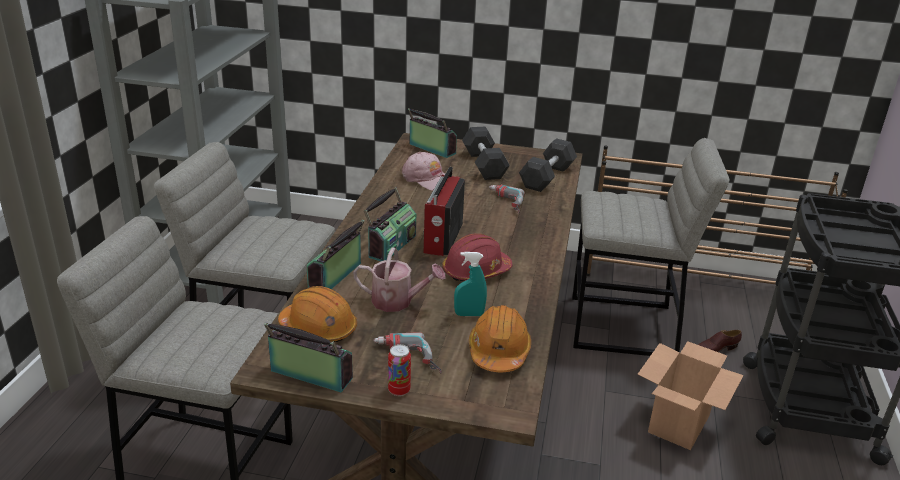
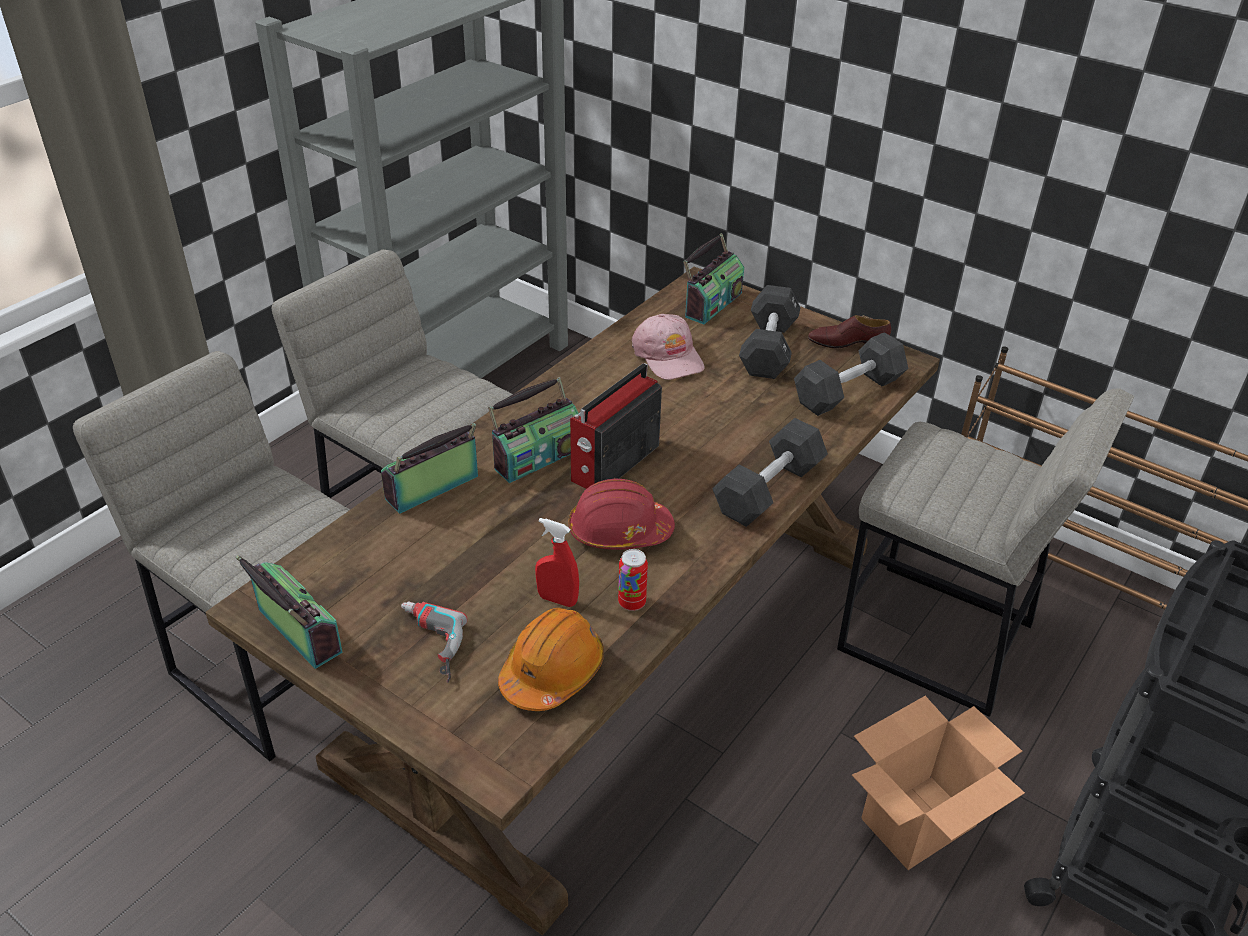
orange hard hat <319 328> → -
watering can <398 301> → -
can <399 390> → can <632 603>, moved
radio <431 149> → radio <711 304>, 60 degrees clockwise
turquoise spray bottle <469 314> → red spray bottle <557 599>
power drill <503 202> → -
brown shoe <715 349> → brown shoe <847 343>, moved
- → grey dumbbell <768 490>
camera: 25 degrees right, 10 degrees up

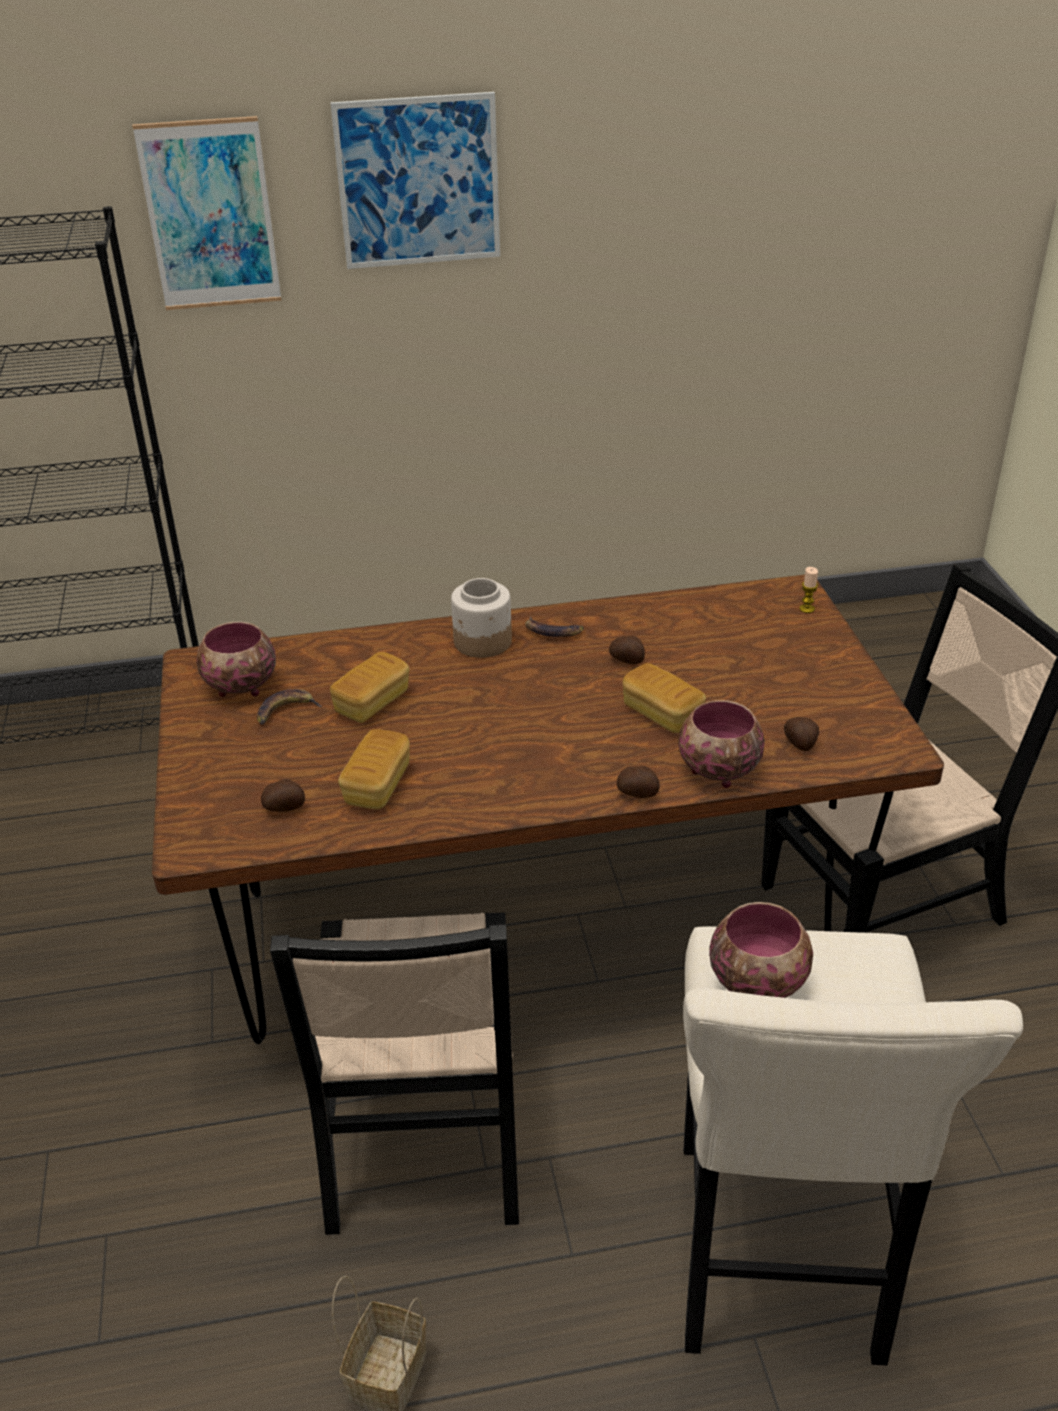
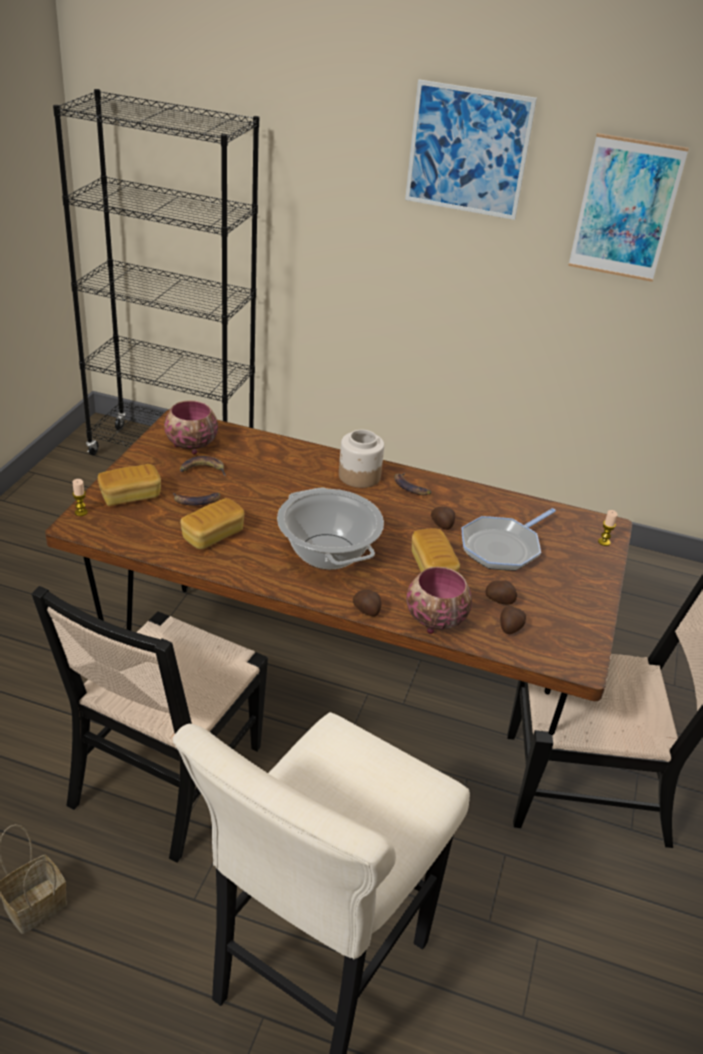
picture <210 215> → picture <625 209>, moved
potato <285 808> → potato <500 600>, moved
bread <372 702> → bread <130 496>, moved
bowl <758 981> → -
- → candle <81 512>
- → banana <196 501>
- → cooking pot <328 552>
- → frying pan <502 547>
camera: 25 degrees right, 0 degrees up

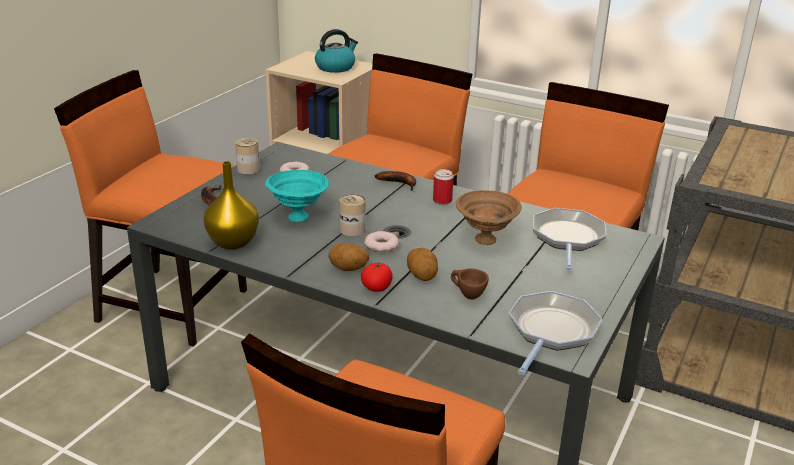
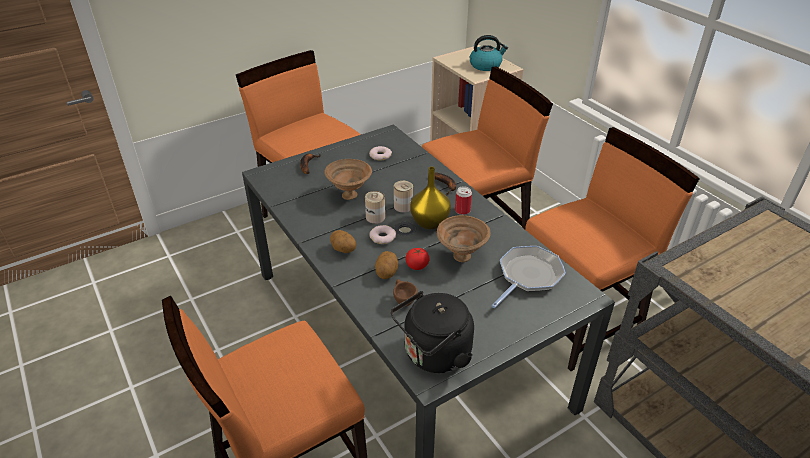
yellow vase <232 242> → yellow vase <429 222>, moved
can <248 169> → can <403 206>, moved
turquoise bowl <297 217> → brown bowl <349 194>
tomato <376 288> → tomato <417 266>, moved
frying pan <551 331> → black kettle <434 355>
camera: 30 degrees right, 10 degrees up

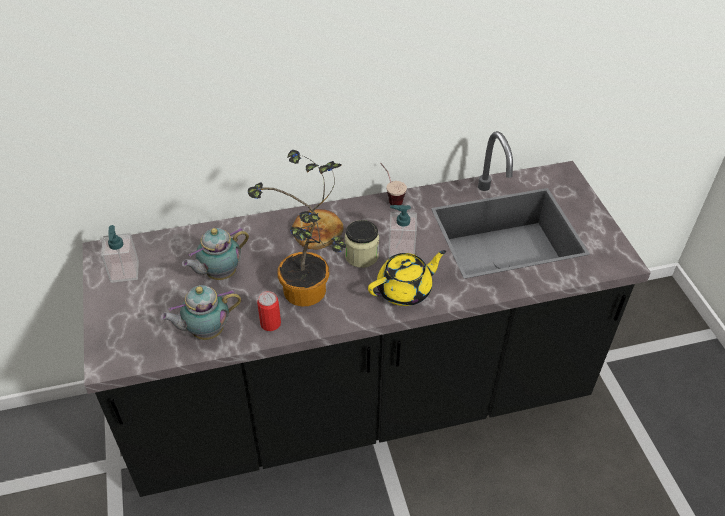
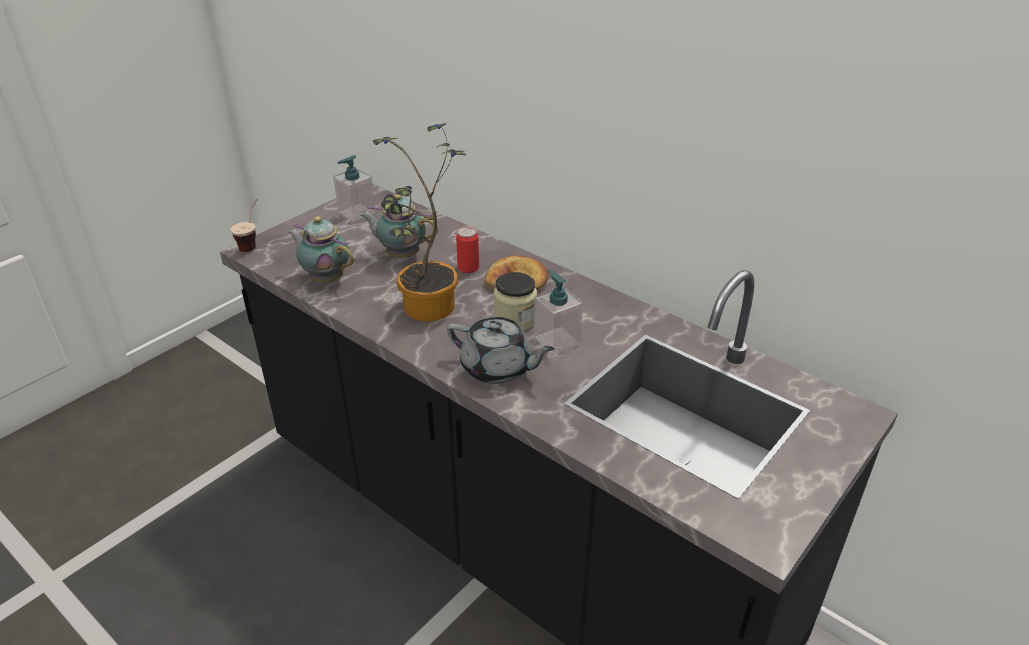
can <270 323> → can <468 267>, moved
yellow teapot <405 290> → grey teapot <498 368>
cup <390 198> → cup <253 243>, moved
camera: 55 degrees right, 10 degrees down

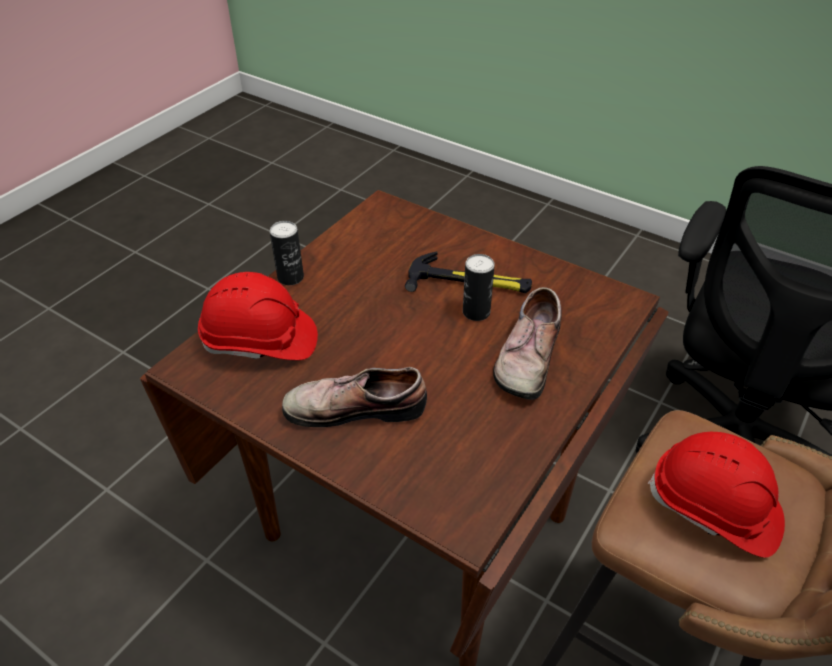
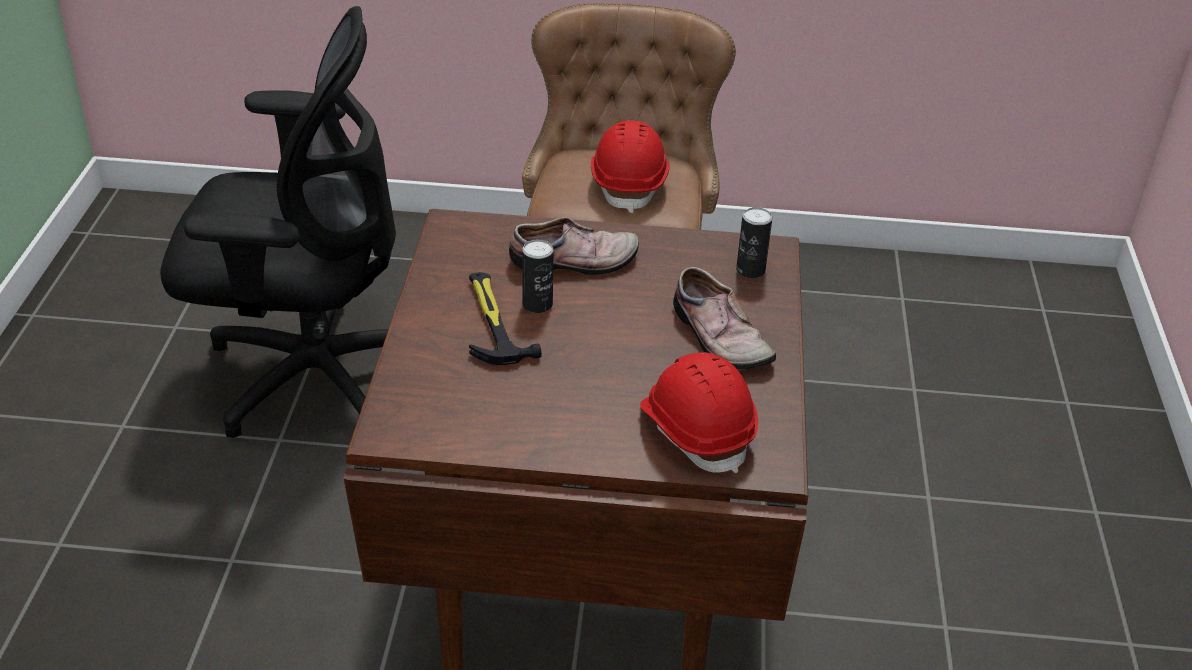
can <290 277> → can <750 270>, moved
camera: 120 degrees left, 5 degrees down

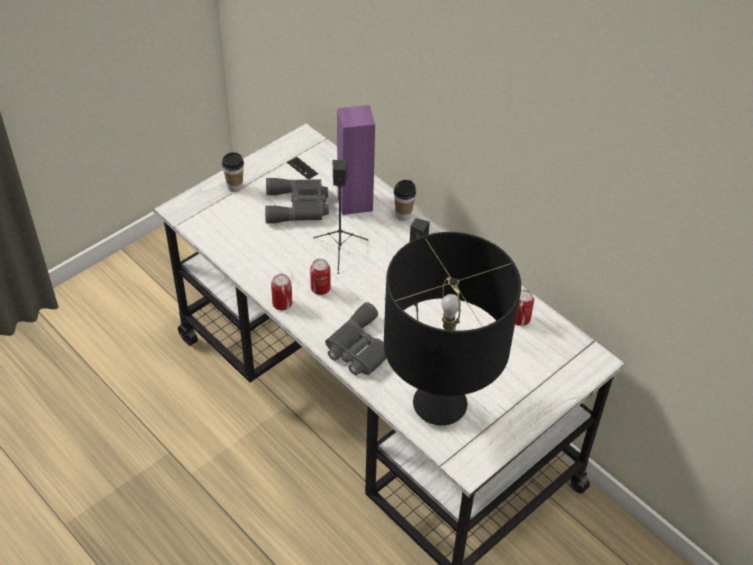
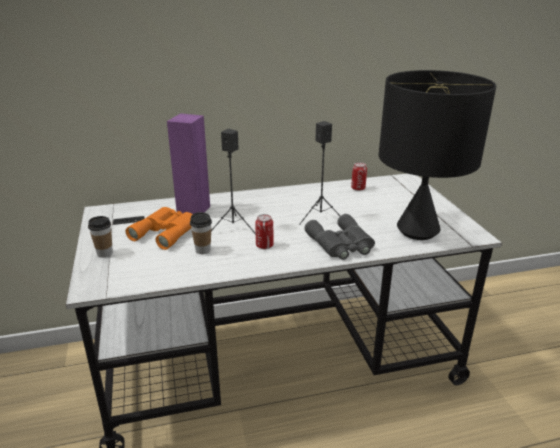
grey binoculars <299 206> → orange binoculars <167 231>
can <282 304> → -
cup <403 215> → cup <203 250>, moved
camera: 60 degrees left, 20 degrees down

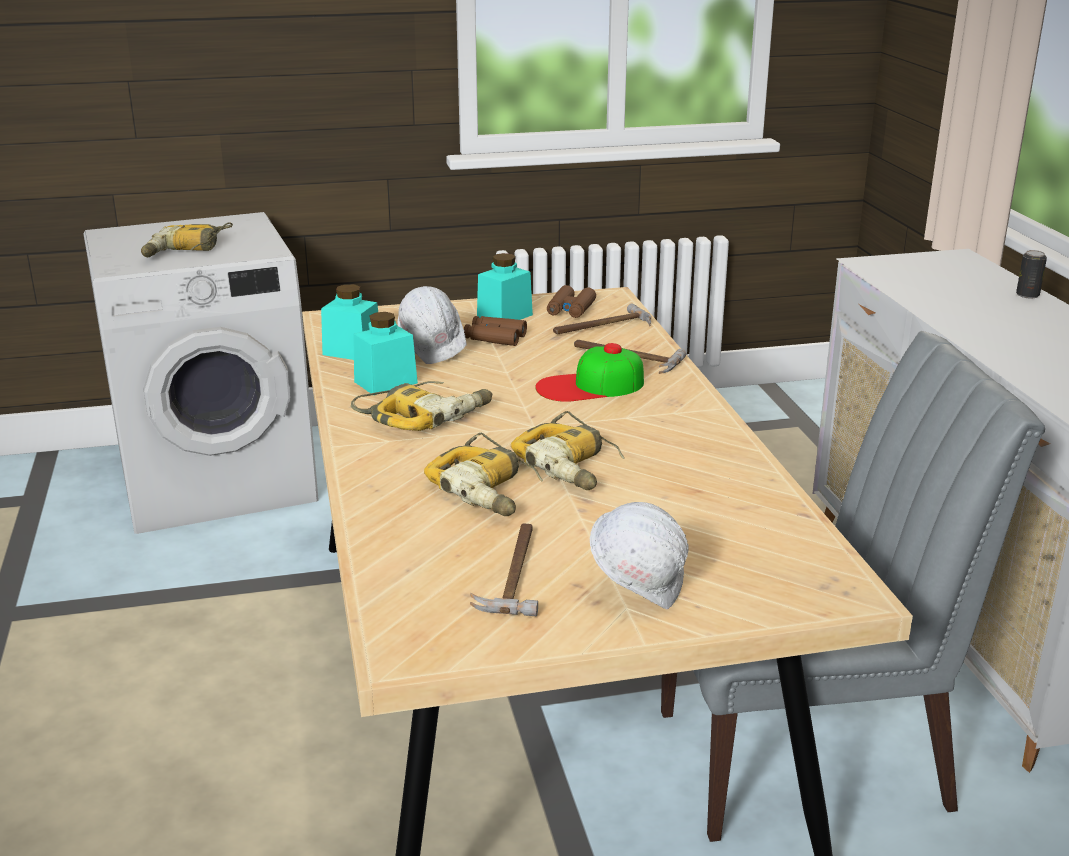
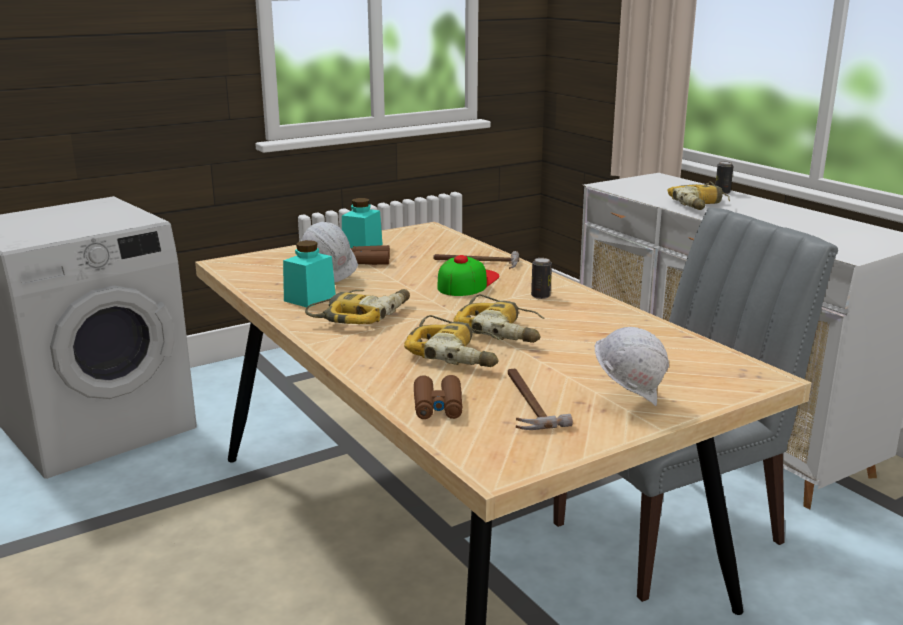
power drill <187 250> → power drill <701 204>, moved
turquoise jar <352 351> → -
cap <590 386> → cap <467 282>, 150 degrees clockwise
brown binoculars <570 309> → brown binoculars <438 406>, moved
hammer <602 327> → -
- → can <540 296>
camera: 20 degrees left, 5 degrees down

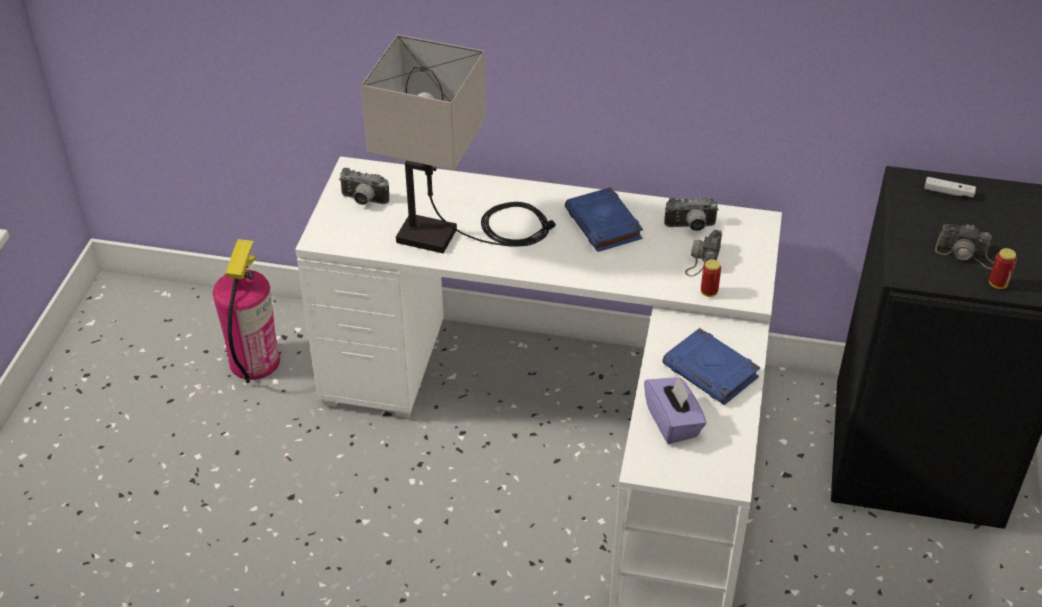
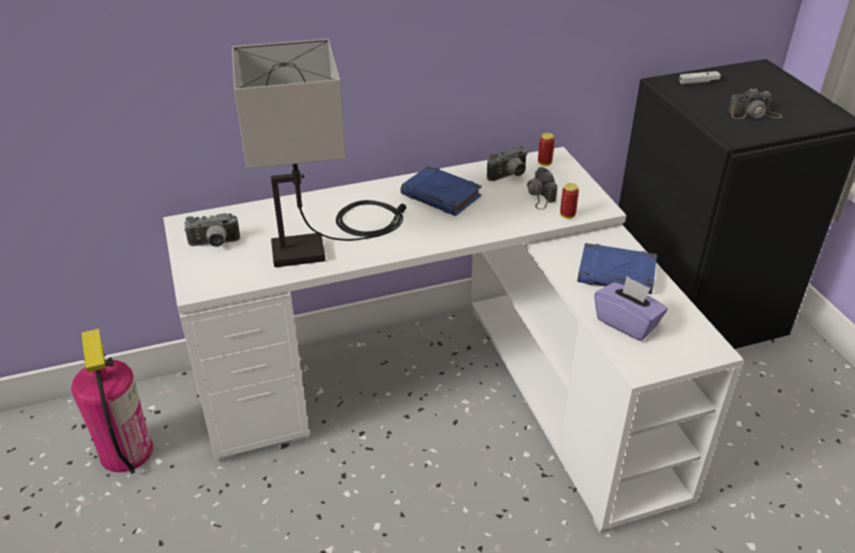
can <998 284> → can <544 163>, moved
camera: 30 degrees left, 5 degrees down

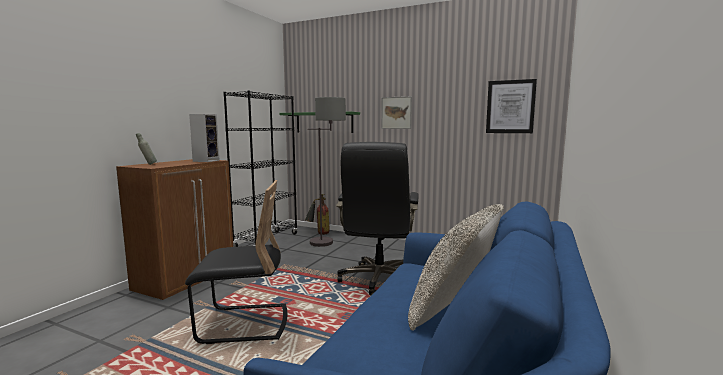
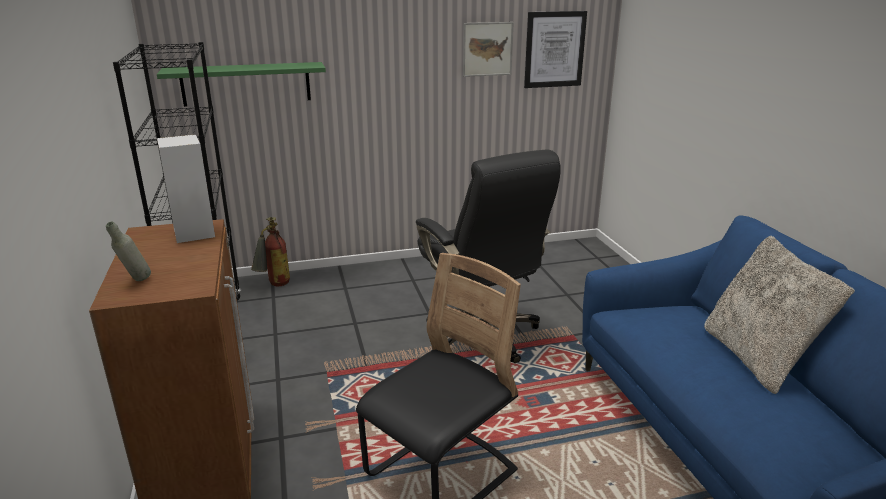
grey floor lamp <328 242> → -
picture <396 112> → picture <487 49>, moved
camera: 40 degrees left, 15 degrees up

